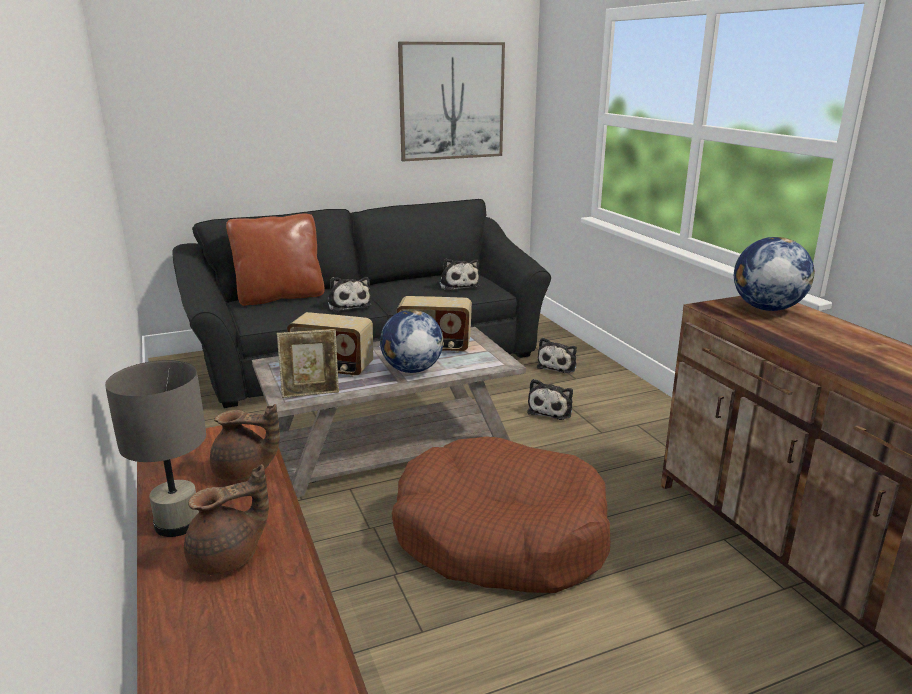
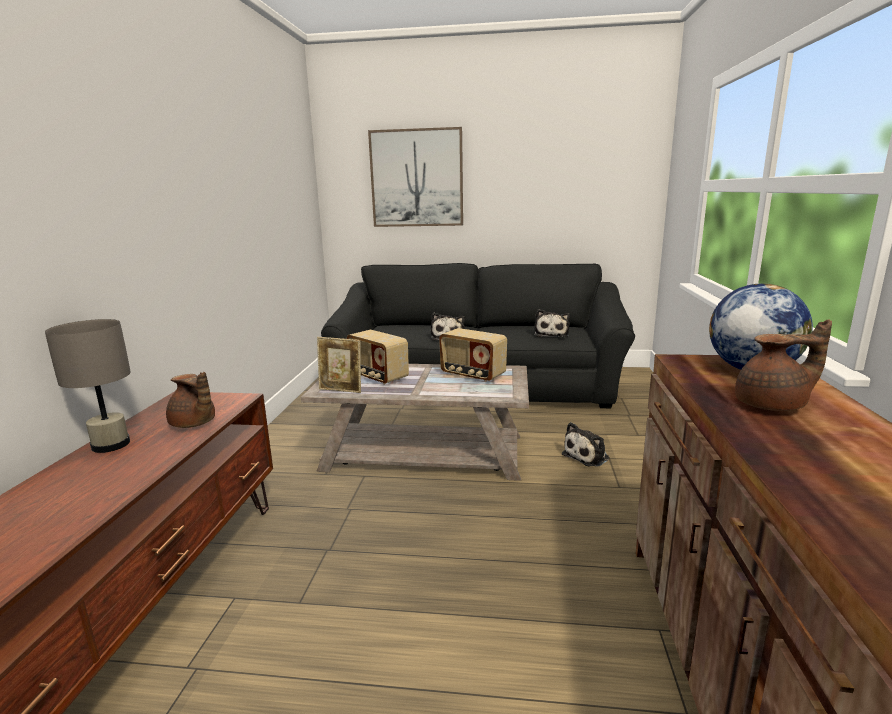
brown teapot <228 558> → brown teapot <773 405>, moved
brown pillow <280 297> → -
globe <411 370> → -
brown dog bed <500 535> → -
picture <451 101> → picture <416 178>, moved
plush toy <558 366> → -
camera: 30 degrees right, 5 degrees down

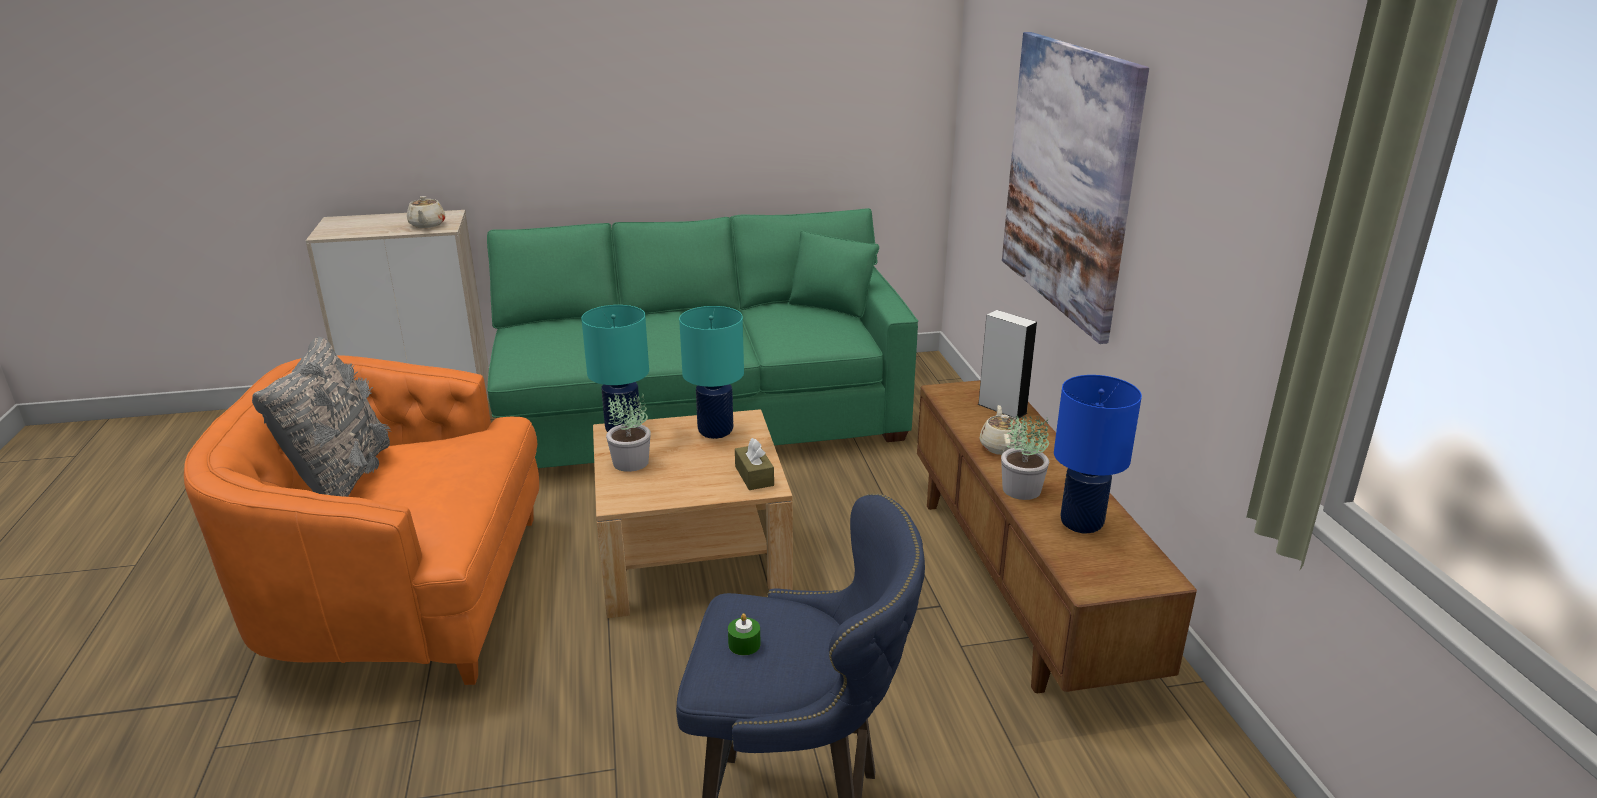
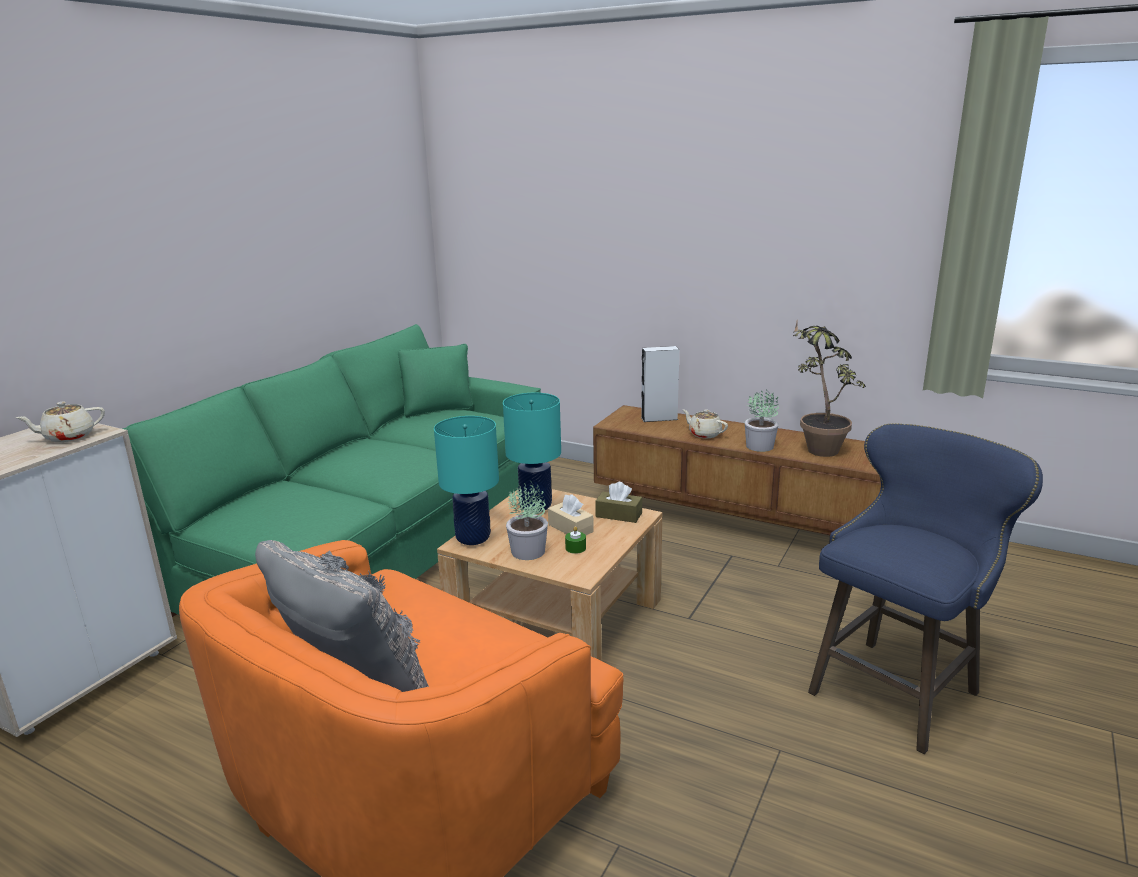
beige teapot <427 225> → beige teapot <68 437>, 120 degrees clockwise
green candle <744 644> → green candle <575 548>, moved
picture <1068 179> → -
blue table lamp <1082 526> → potted plant <816 447>
- → beige tissue box <570 528>
camera: 50 degrees left, 5 degrees down

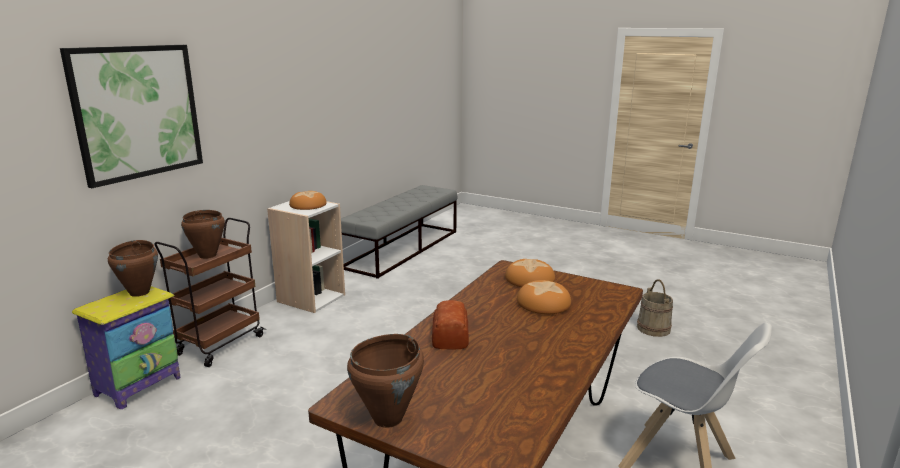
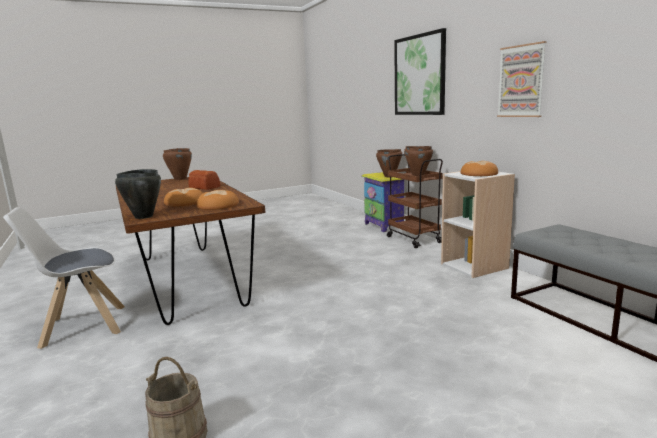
- → black cooking pot <143 216>
- → picture <521 81>
camera: 125 degrees right, 5 degrees down

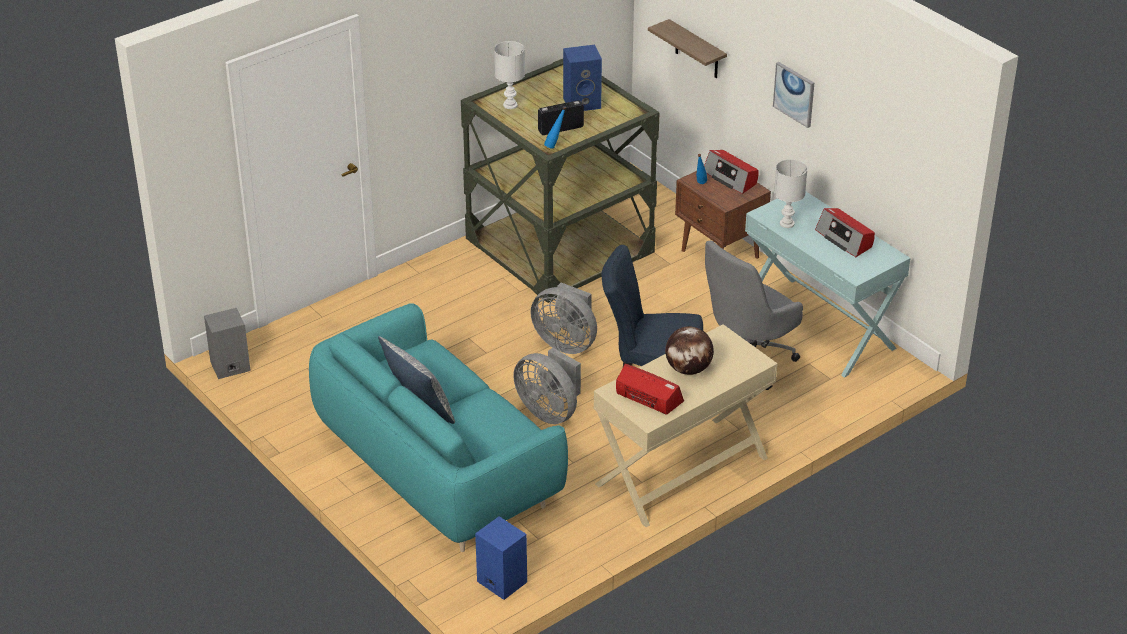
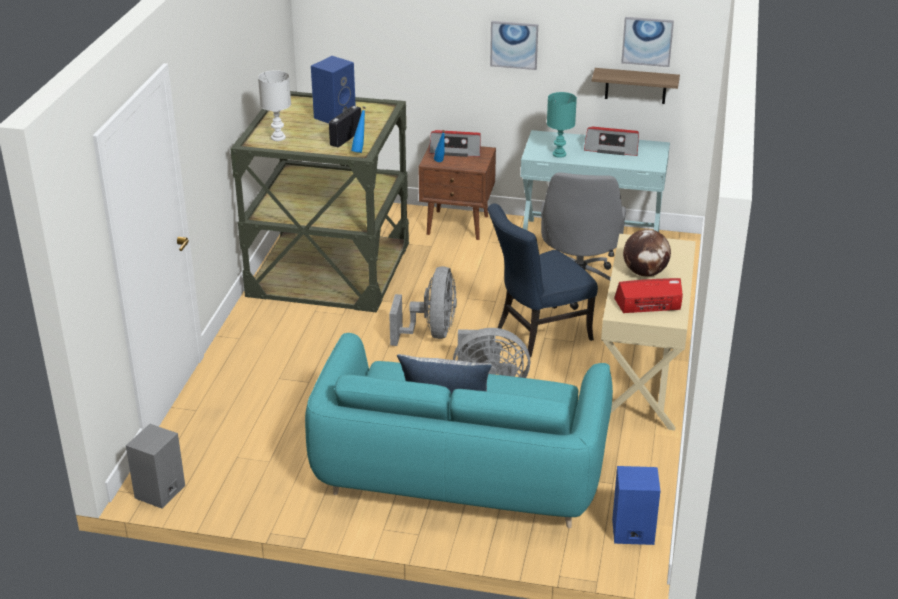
grey fan <566 343> → grey fan <431 333>, 75 degrees counterclockwise
shelf <697 50> → shelf <635 86>, moved
white table lamp <786 224> → turquoise table lamp <559 154>
- → picture <647 41>
camera: 40 degrees left, 5 degrees down

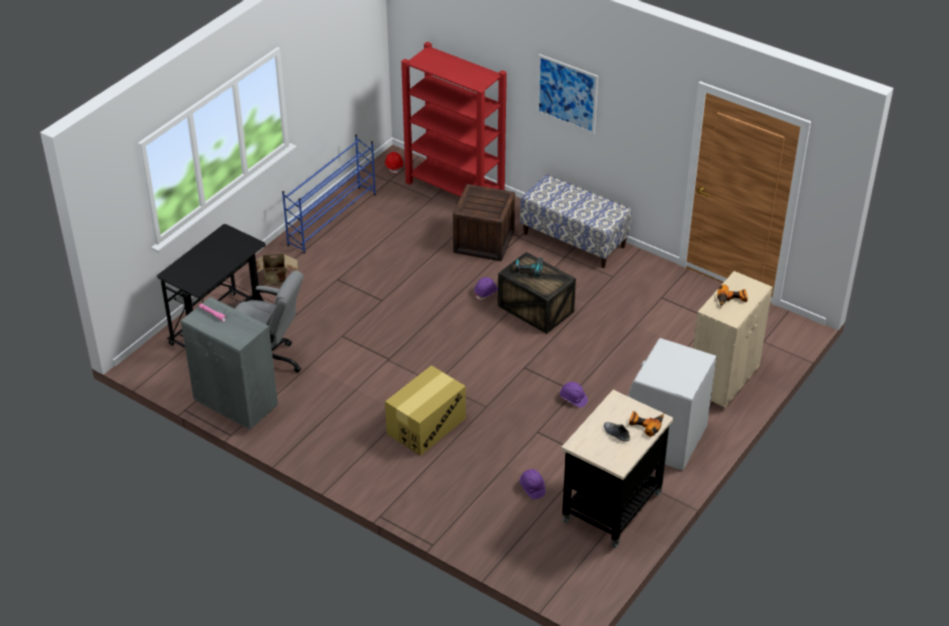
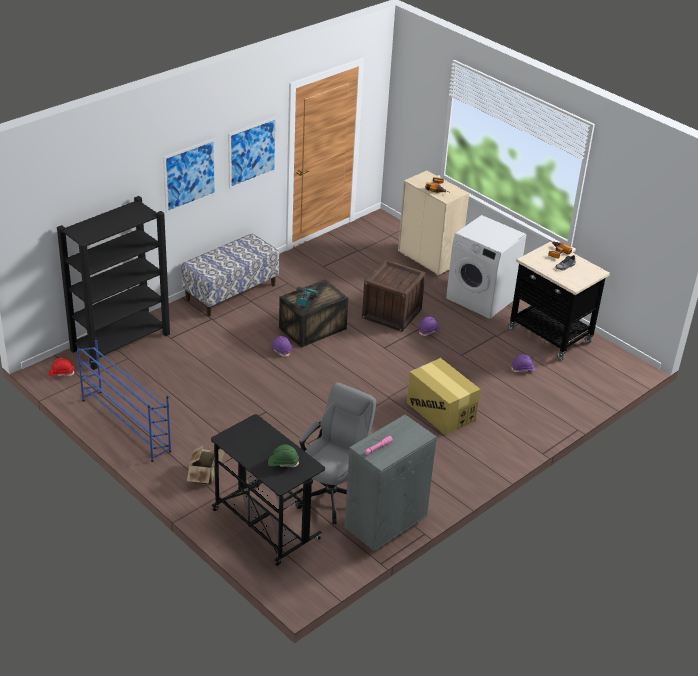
red bookcase <455 188> → black bookcase <120 342>
crate <484 242> → crate <391 313>, moved
- → picture <252 152>
- → green hard hat <283 462>
camera: 80 degrees left, 5 degrees down

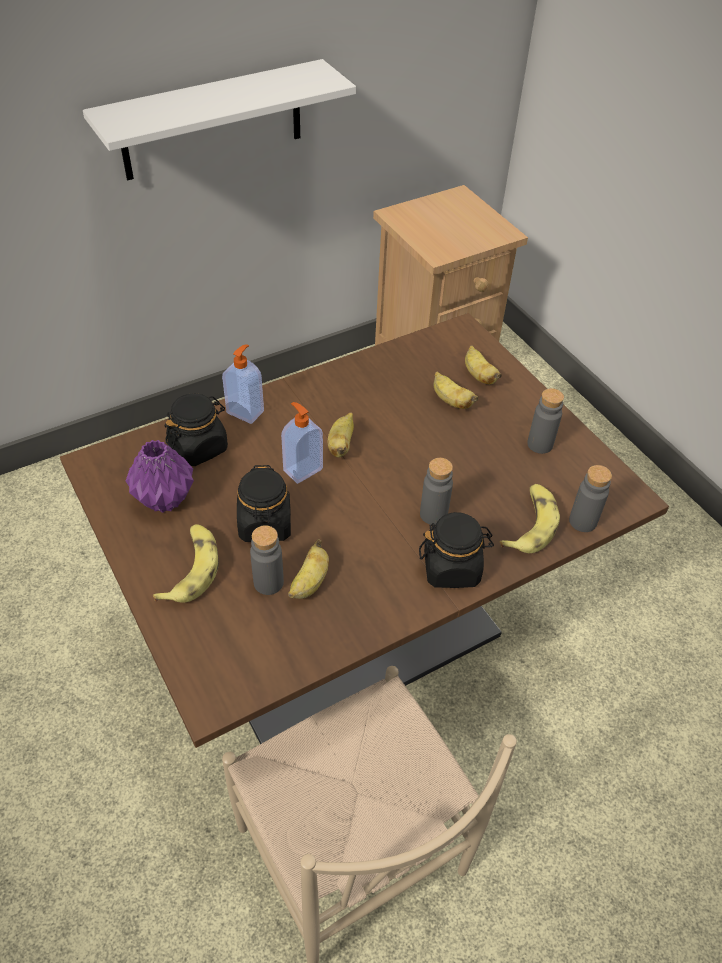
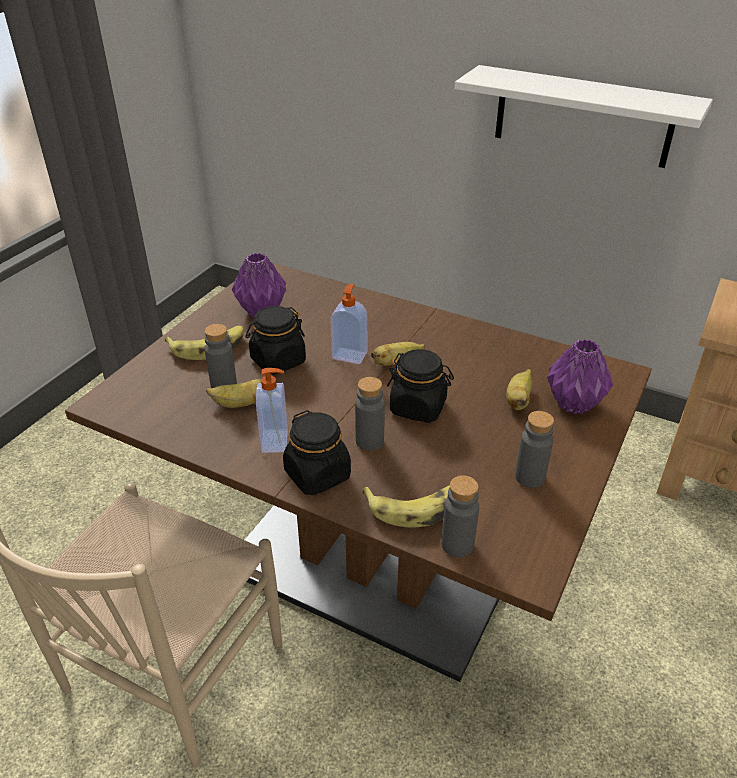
black jar <199 447> → black jar <418 407>, moved
soap dispenser <246 411> → soap dispenser <276 441>, moved
banana <478 375> → purple vase <573 404>
camera: 60 degrees right, 10 degrees down

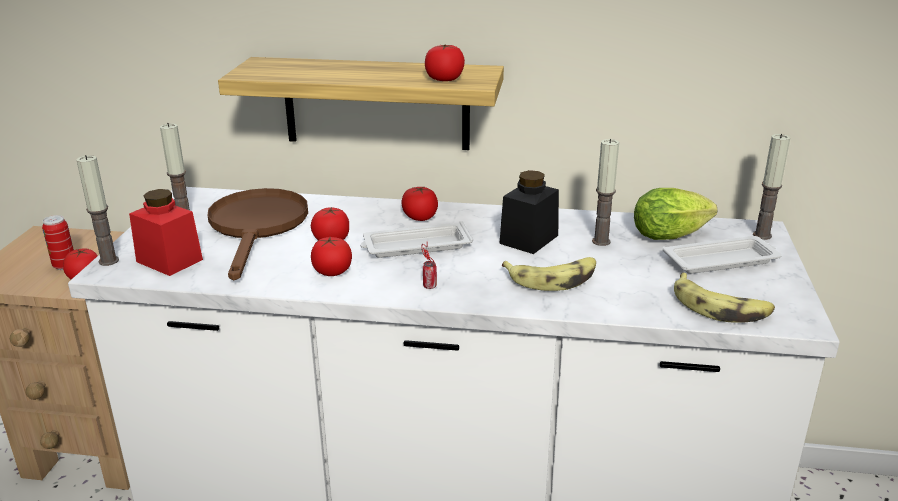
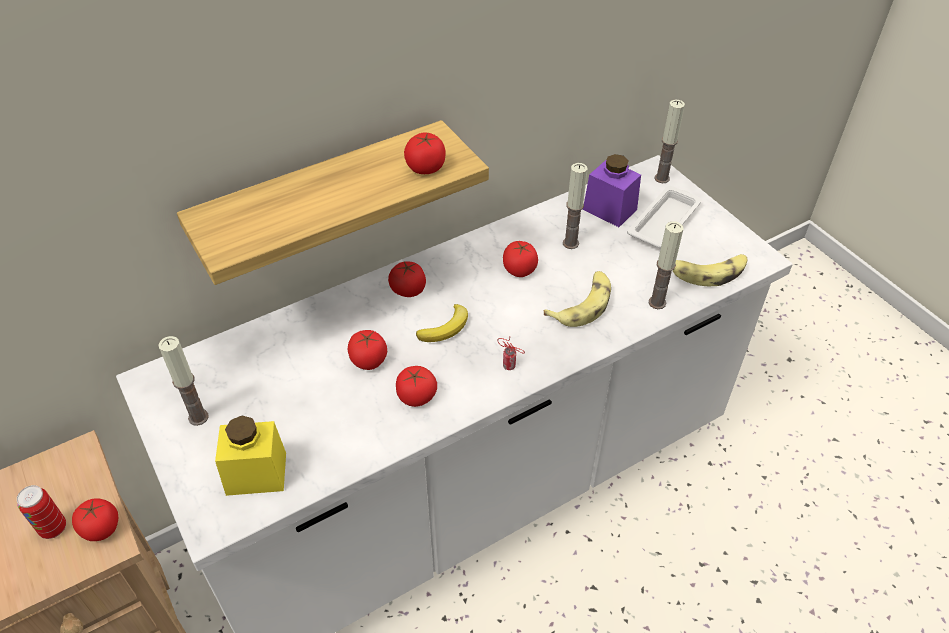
candle <109 261> → candle <657 302>, moved
red jar <169 260> → yellow jar <256 473>
brown frying pan <257 227> → -
white tray <415 246> → banana <446 328>
black jar <529 239> → tomato <519 269>
lettuce <673 235> → purple jar <609 209>
camera: 40 degrees left, 20 degrees up

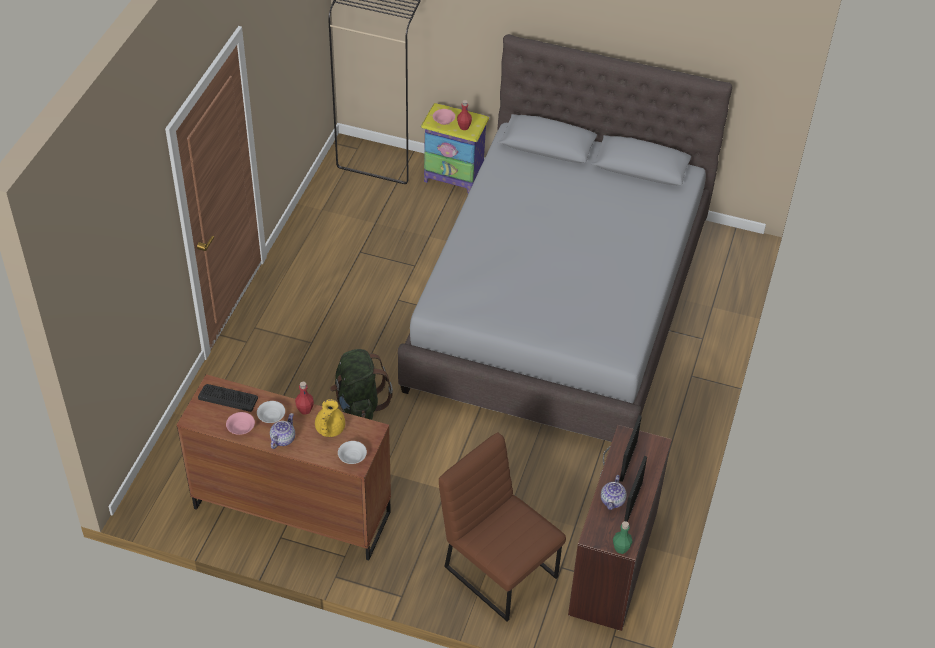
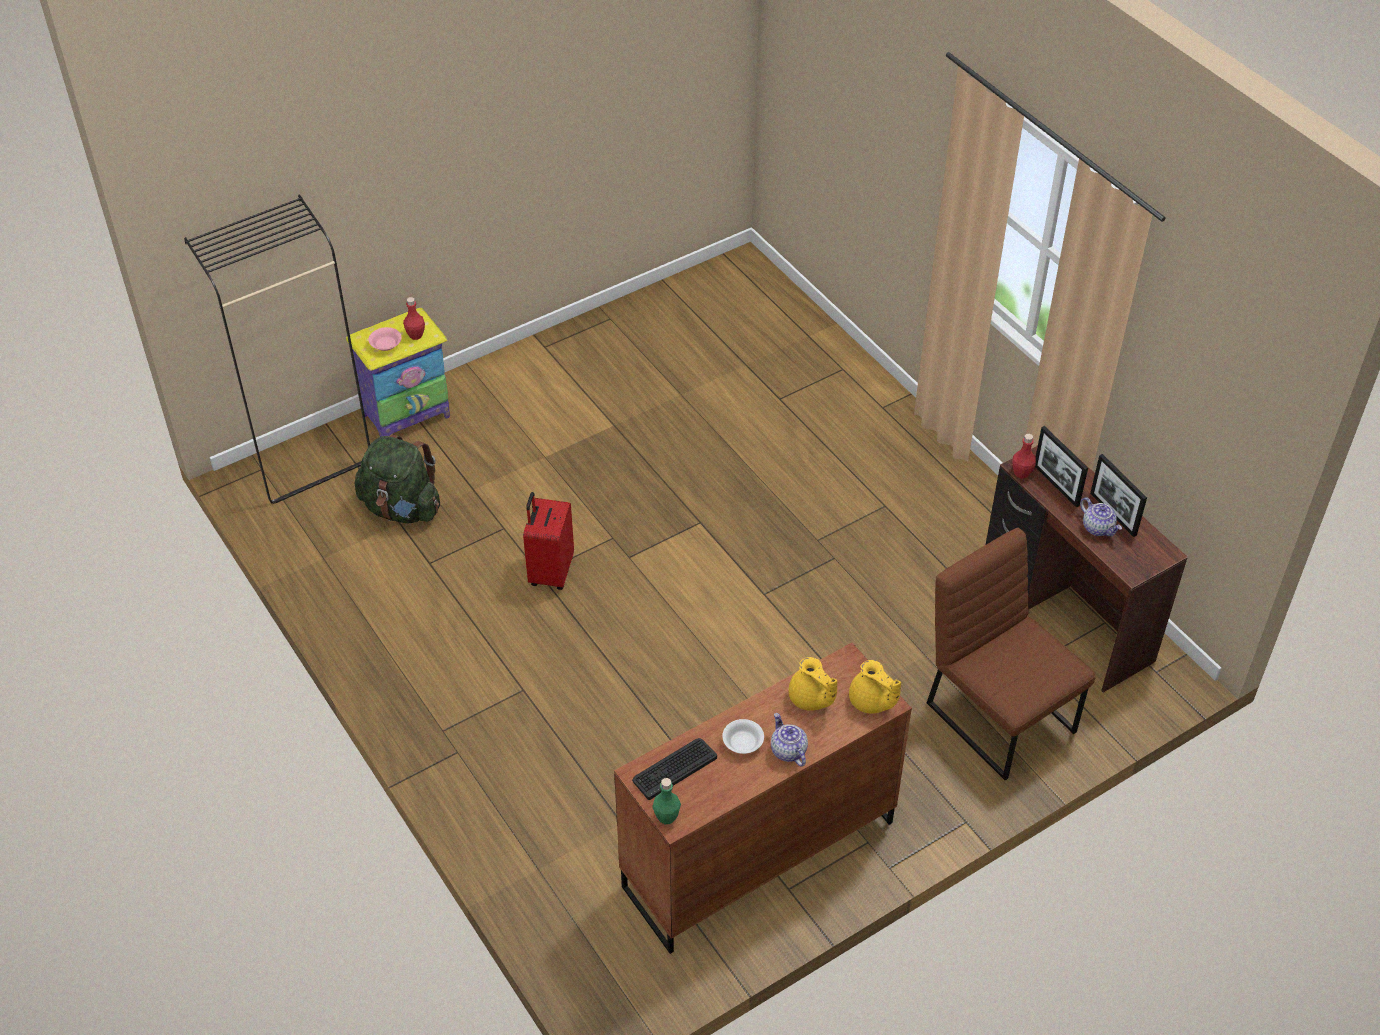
pink bowl <240 428> → -
red bottle <305 410> → red bottle <1021 473>, moved
green backpack <359 404> → green backpack <402 508>, moved
white bowl <352 457> → yellow teapot <871 702>
grey bed <560 304> → -
brown chair <499 569> → brown chair <998 714>, 60 degrees clockwise
green bottle <621 548> → green bottle <666 817>, moved
- → red suitcase <550 572>
camera: 50 degrees left, 0 degrees up

